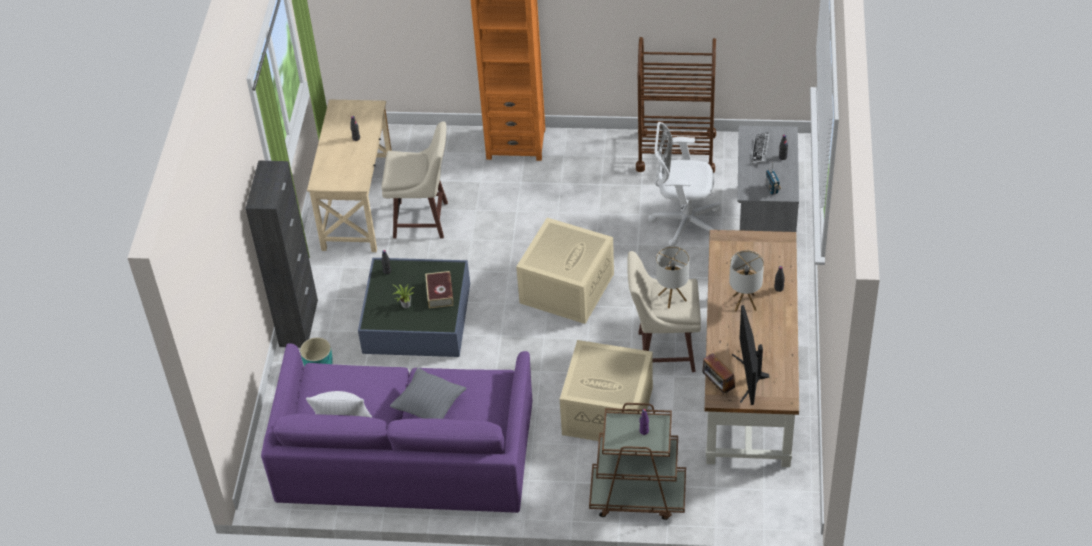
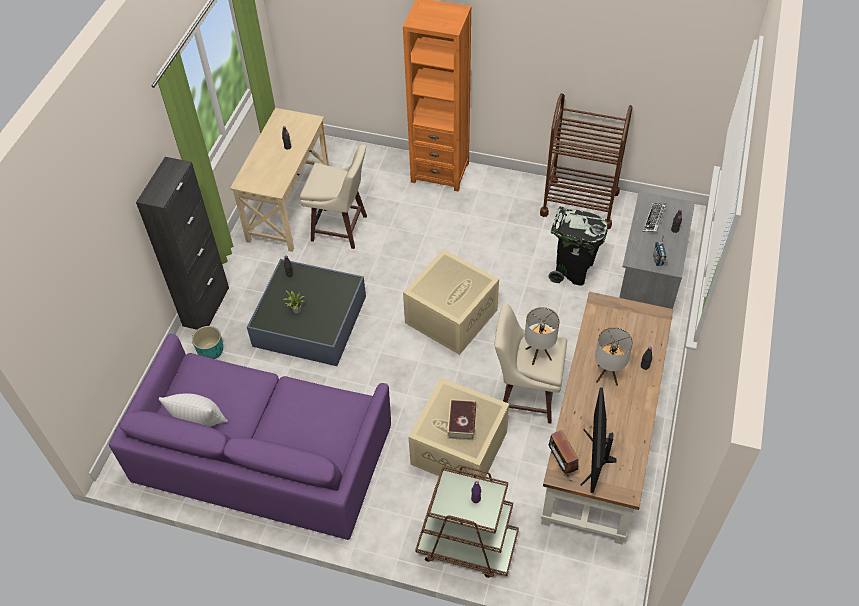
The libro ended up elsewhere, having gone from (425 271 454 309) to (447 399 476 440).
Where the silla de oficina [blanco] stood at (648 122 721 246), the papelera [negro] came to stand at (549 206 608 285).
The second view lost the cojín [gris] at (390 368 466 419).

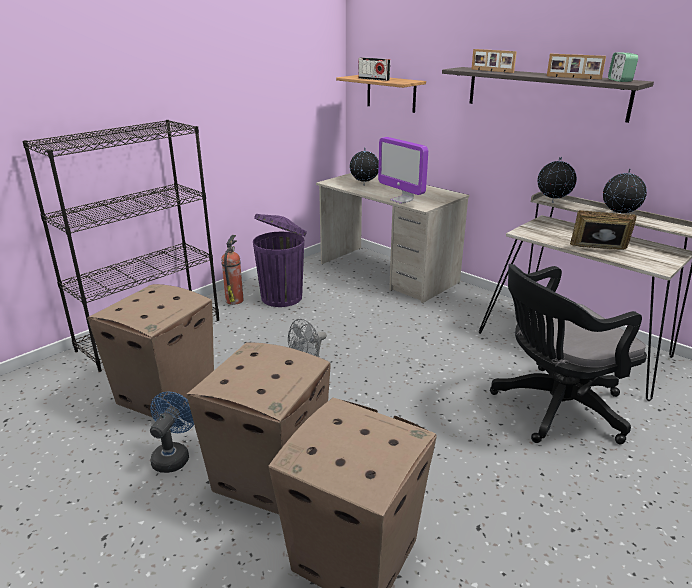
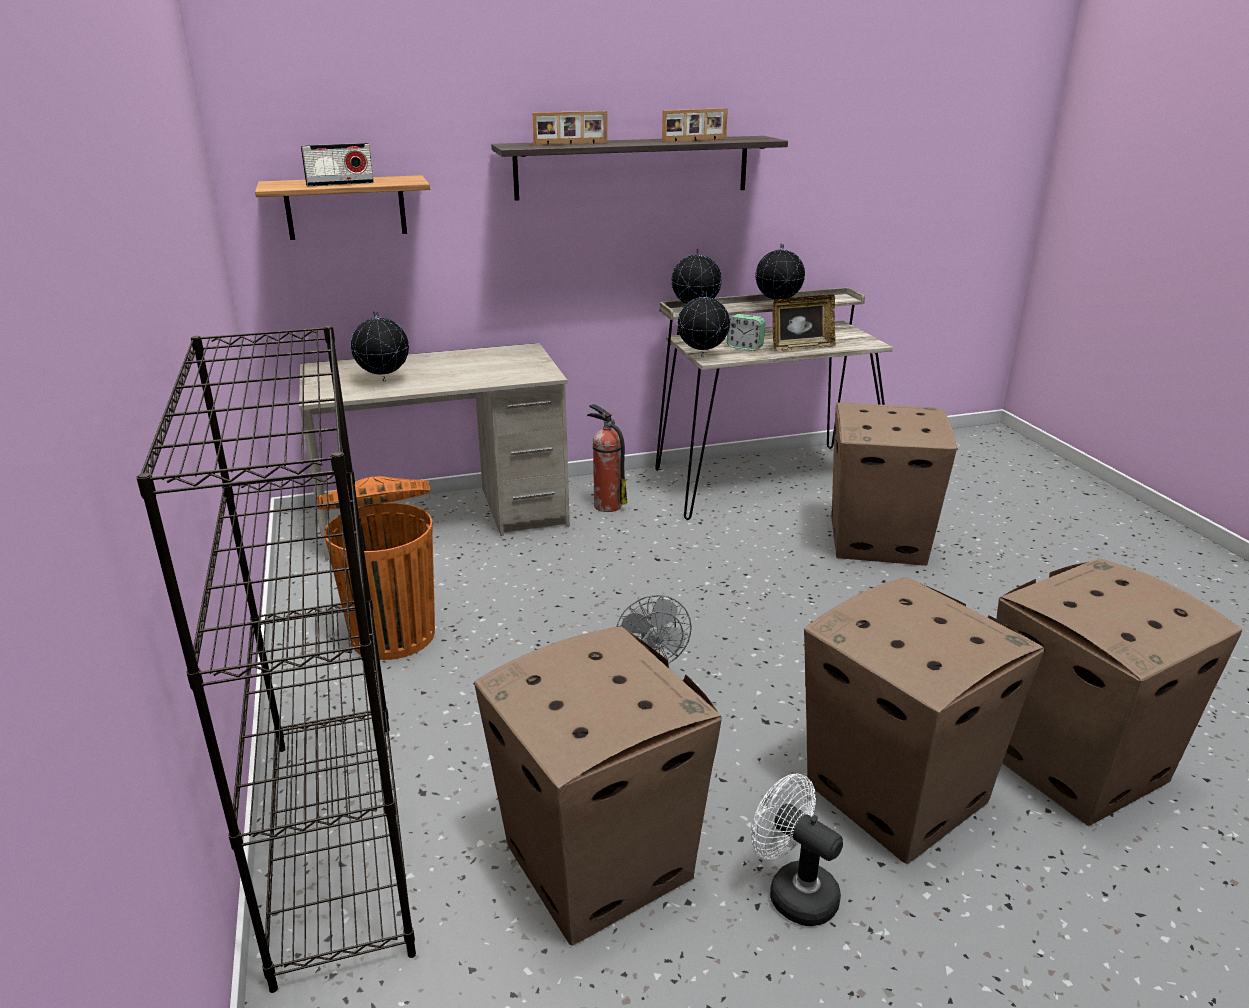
What was the papelera [morado] at (253 214 307 307) turned into the papelera [naranja] at (317 476 435 660).
The extintor ended up elsewhere, having gone from (221 235 244 305) to (587 404 627 512).
The second view gained the globo terráqueo at (677 291 730 357).
The despertador ended up elsewhere, having gone from (608 52 638 82) to (727 314 765 351).
What was the ventilador [azul] at (150 392 194 473) turned into the ventilador [blanco] at (751 773 843 926).
The portarretratos at (570 210 637 250) ended up facing another way, 150 degrees counterclockwise from before.
Where the silla de oficina [negro] stood at (490 264 647 444), the caja de cartón came to stand at (831 403 957 566).
The second view lost the monitor at (378 137 428 204).

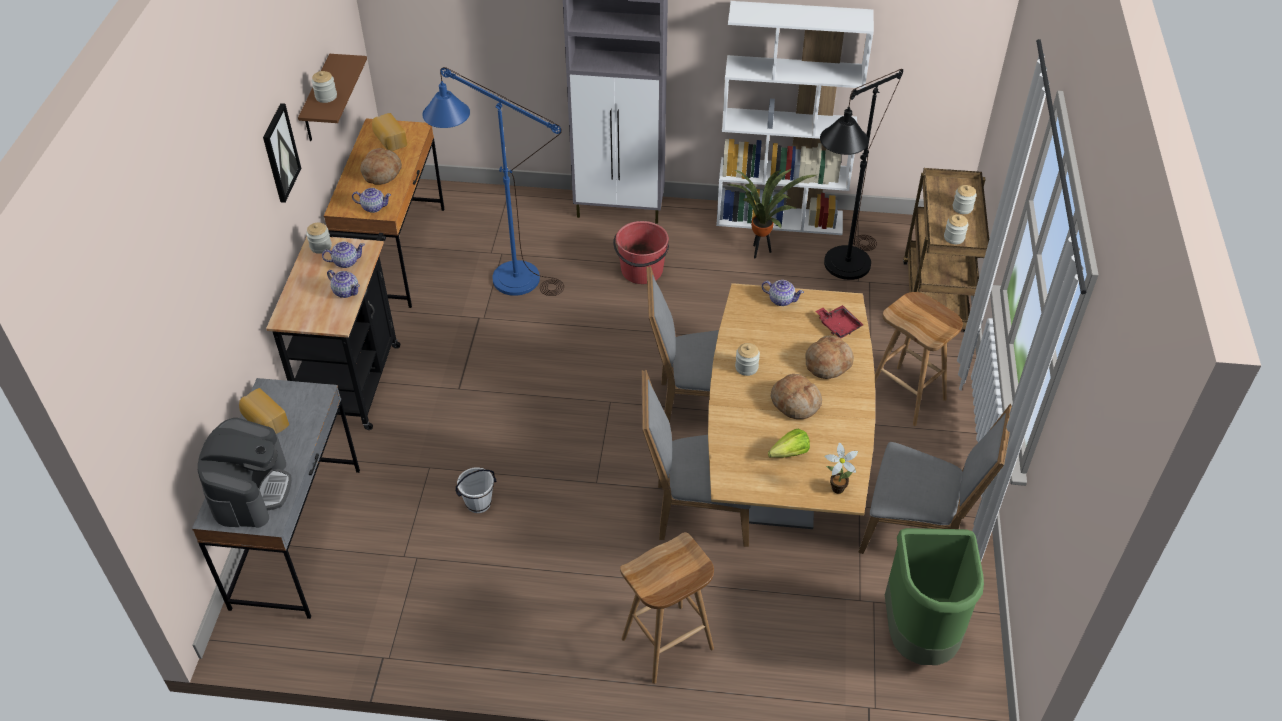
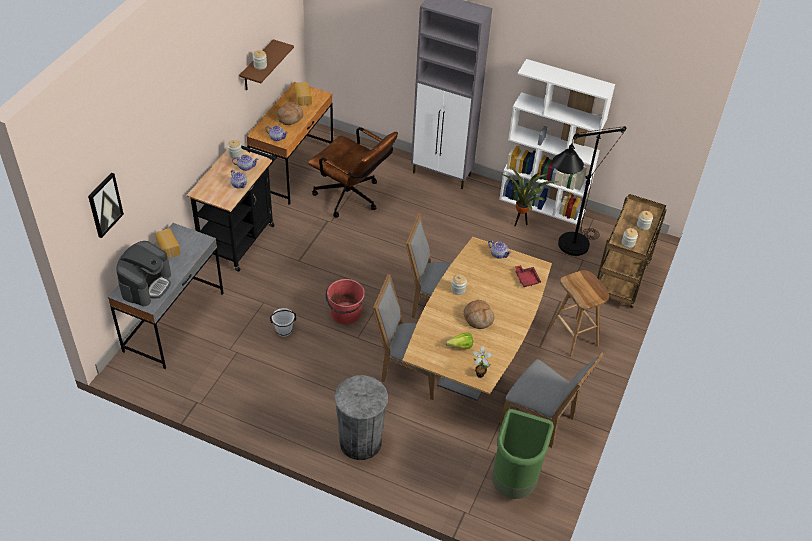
The cuadro ended up elsewhere, having gone from (263 103 301 203) to (88 172 124 238).
Where the lámpara de pie [azul] stood at (422 67 564 296), the silla de oficina [marrón] came to stand at (308 127 398 218).
The cubo [rojo] ended up elsewhere, having gone from (613 221 669 284) to (326 279 365 324).
Where the taburete [marrón] stood at (620 532 714 684), the papelera [gris] came to stand at (334 375 388 460).
The second view lost the pan at (805 335 854 379).

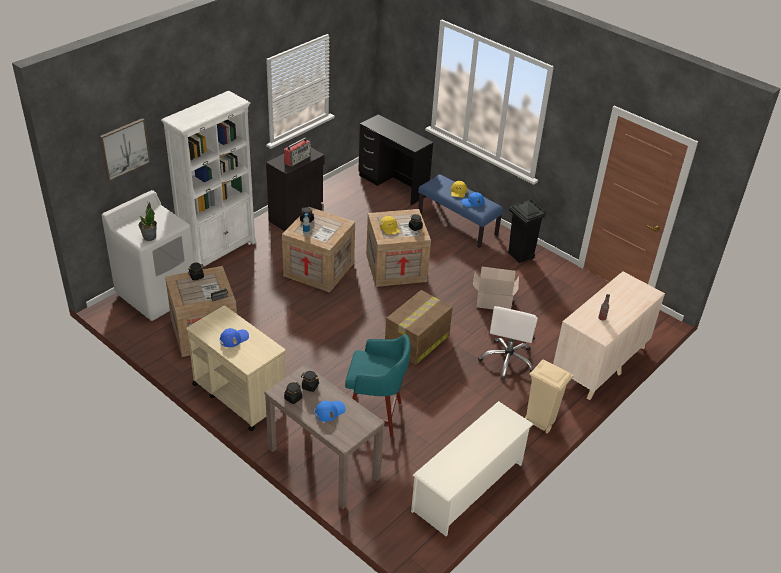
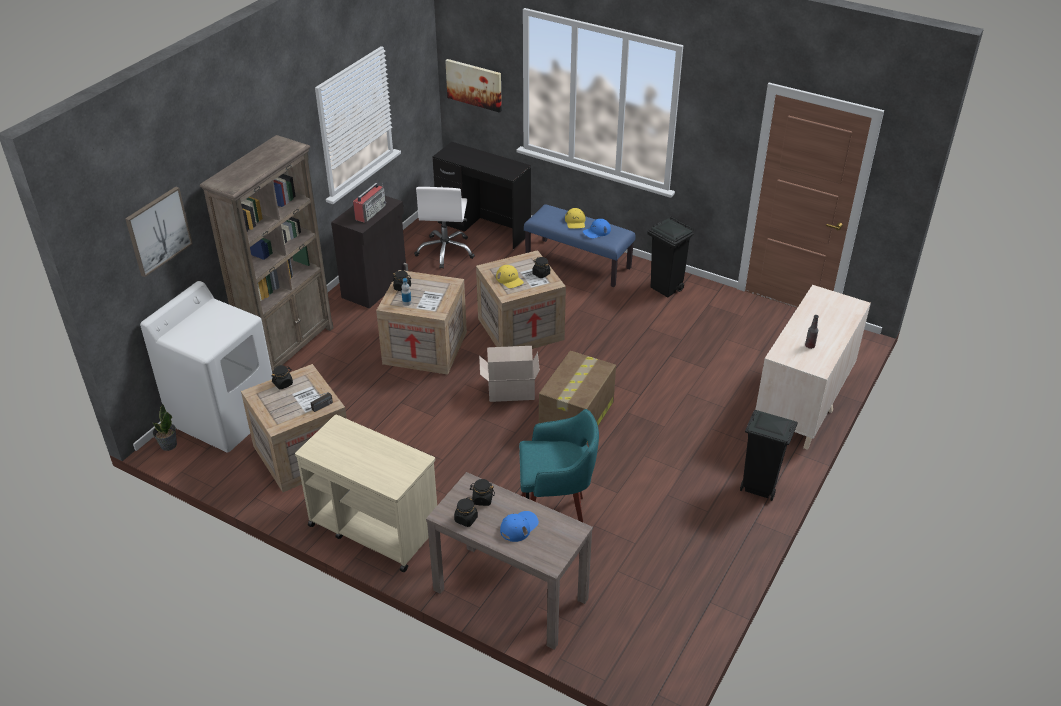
The planta en maceta ended up elsewhere, having gone from (138 202 157 241) to (153 403 177 451).
What was the estantería [blanco] at (161 91 256 266) turned into the estantería [marrón] at (200 135 333 374).
The silla de oficina [blanco] ended up elsewhere, having gone from (478 306 538 381) to (414 187 475 269).
The second view gained the cuadro at (445 59 502 113).
The caja de cartón ended up elsewhere, having gone from (473 267 519 309) to (479 346 540 402).
What was the papelera [beis] at (525 360 574 433) turned into the papelera [negro] at (740 410 798 501).
The second view lost the gorra [azul] at (220 328 249 347).
The second view lost the zapatero [blanco] at (411 401 534 536).

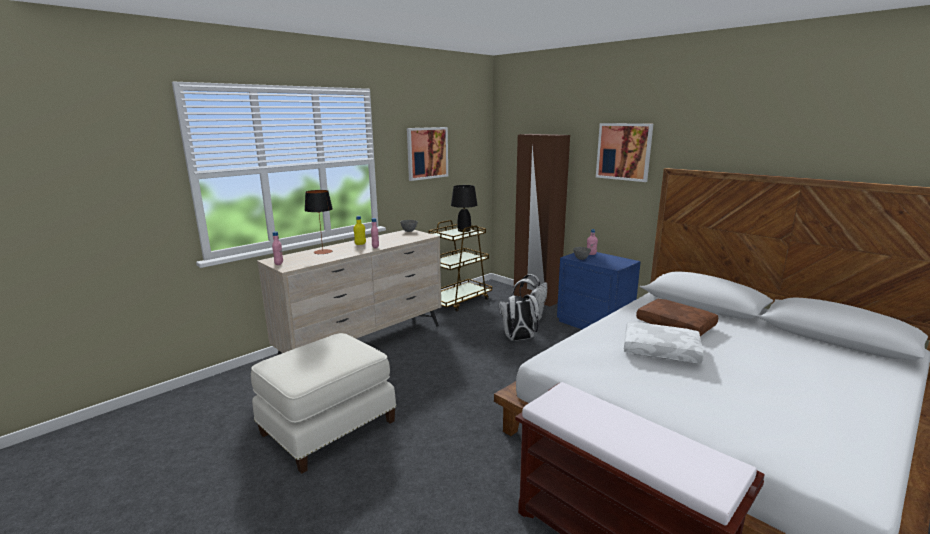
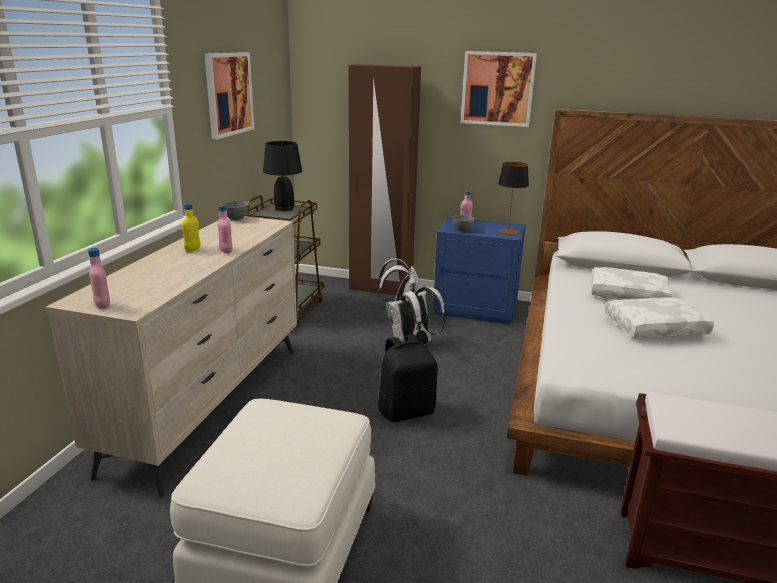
The second view gained the mochila [negro] at (378 334 438 422).
The lámpara de mesa ended up elsewhere, having gone from (304 190 333 254) to (498 162 529 235).
What was the cojín [marrón] at (636 299 718 336) turned into the cojín [blanco] at (591 267 672 300).

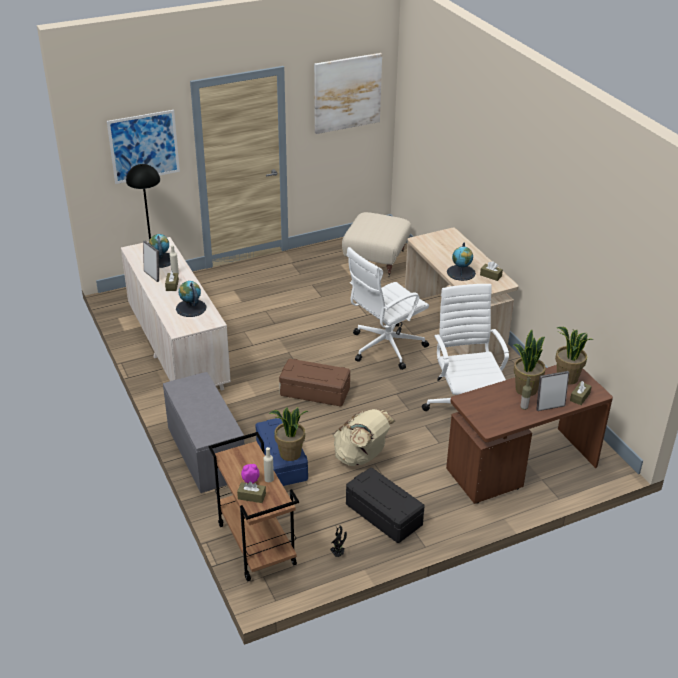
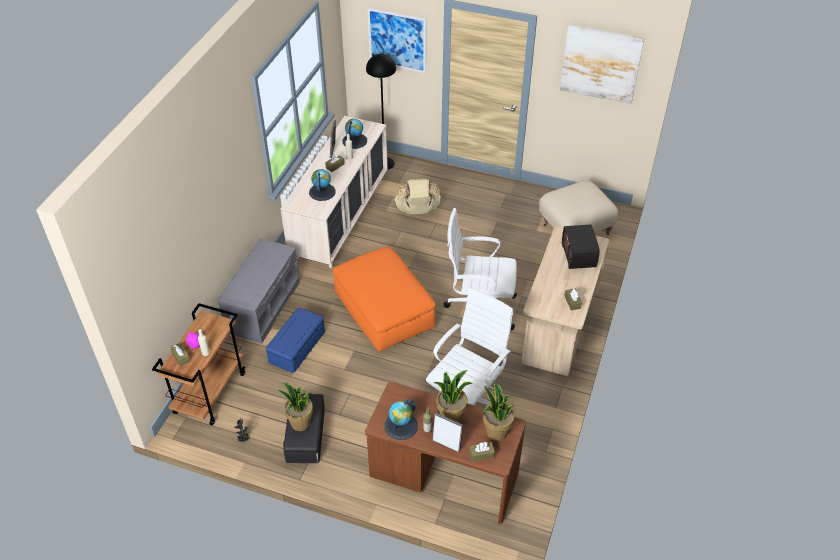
The planta en maceta ended up elsewhere, having gone from (269 407 308 461) to (278 383 313 431).
Where the caja de almacenaje [marrón] stood at (279 359 350 407), the puf [naranja] came to stand at (333 247 436 351).
The globo terráqueo ended up elsewhere, having gone from (447 243 476 281) to (385 400 418 440).
The mochila [beis] ended up elsewhere, having gone from (333 409 395 466) to (395 178 441 215).
The second view gained the radio at (562 225 600 269).

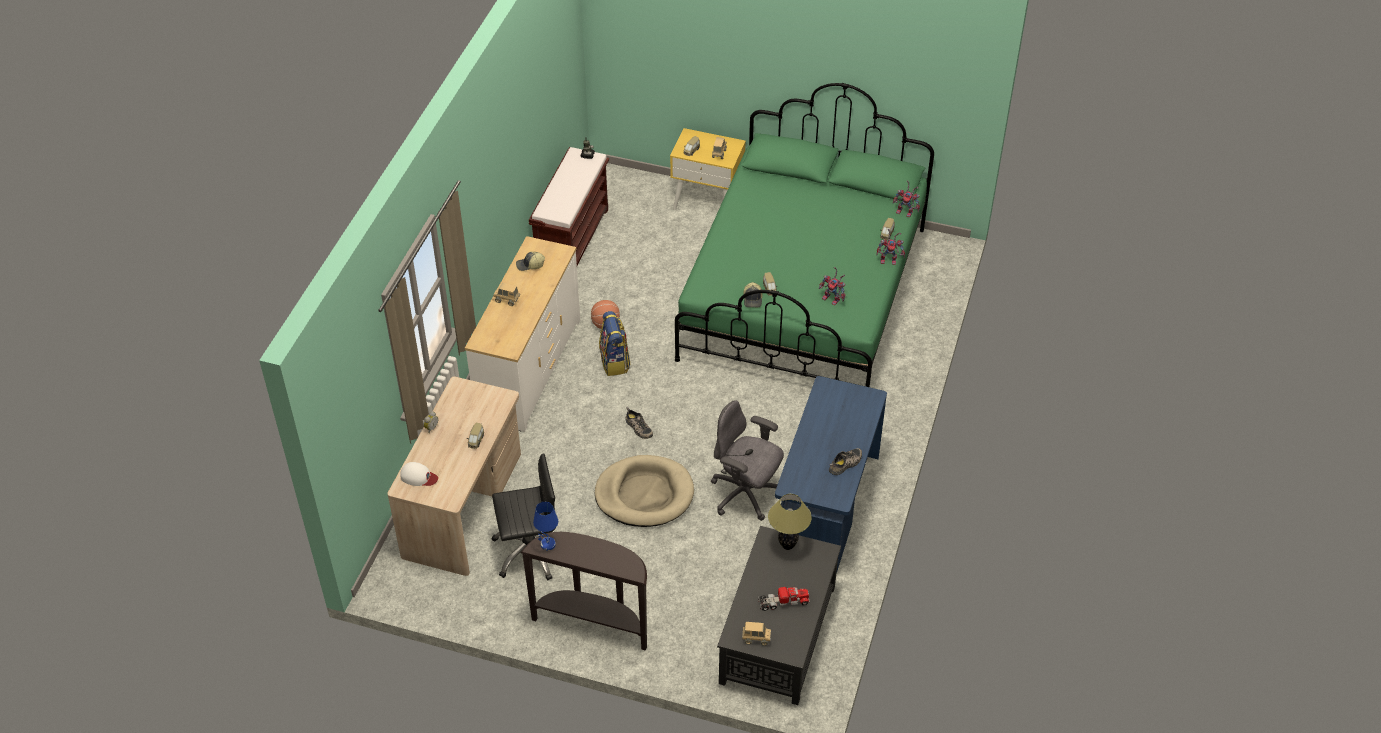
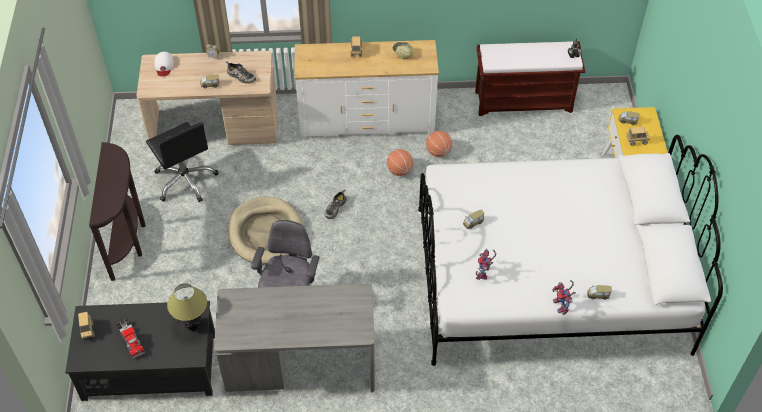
What was the escritorio [azul] at (775 376 887 573) turned into the escritorio [gris] at (214 283 375 392).
The zapato ended up elsewhere, having gone from (829 448 862 475) to (226 61 256 84).
Where the mochila stood at (599 311 630 376), the balón de baloncesto came to stand at (387 149 413 176).
What was the cama [verde] at (675 83 934 387) turned into the cama [blanco] at (418 135 723 366).
The second view lost the lámpara de mesa [azul] at (533 502 558 550).
The second view lost the gorra at (743 282 763 307).
The second view lost the robot de juguete at (893 181 920 217).

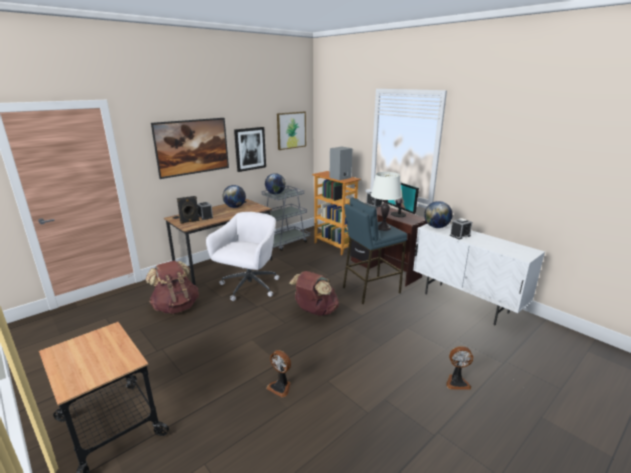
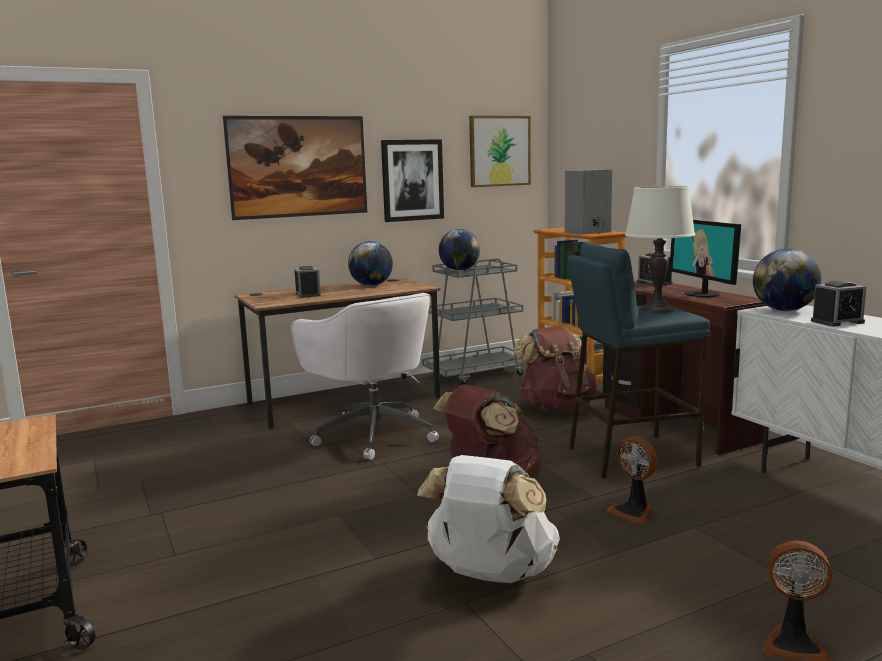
The silla de oficina [blanco] at (206 212 279 301) ended up facing another way, 105 degrees clockwise from before.
The second view gained the mochila [blanco] at (417 455 560 583).
The mochila [marrón] ended up elsewhere, having gone from (146 260 199 314) to (514 326 597 411).
The ventilador ended up elsewhere, having gone from (267 350 291 398) to (607 437 658 524).
The second view lost the altavoz [negro] at (177 196 199 224).

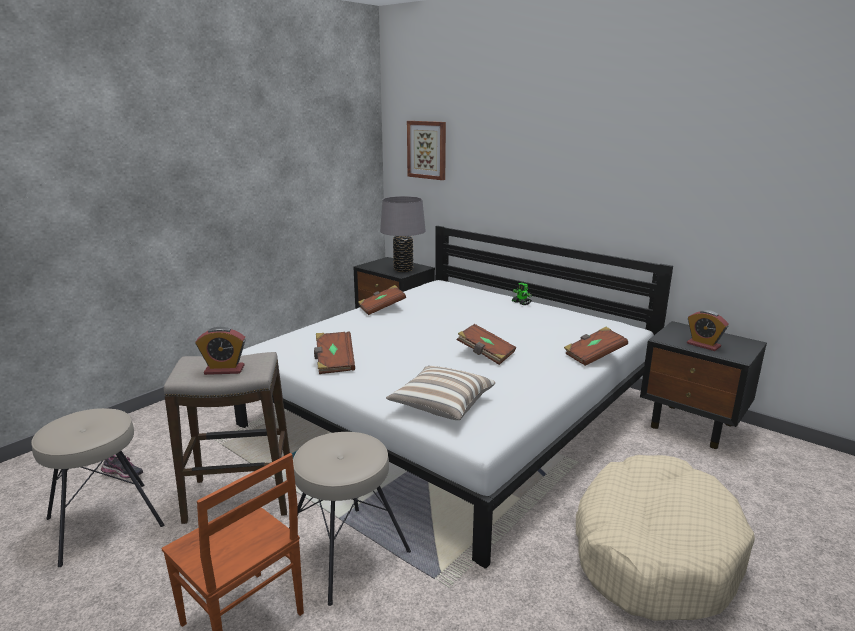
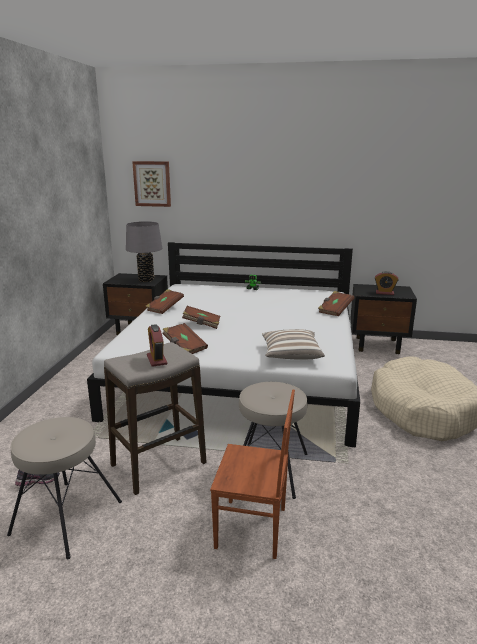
The despertador at (196 327 246 375) ended up facing another way, 105 degrees clockwise from before.
The libro [marrón] ended up elsewhere, having gone from (457 324 516 365) to (182 306 220 329).

